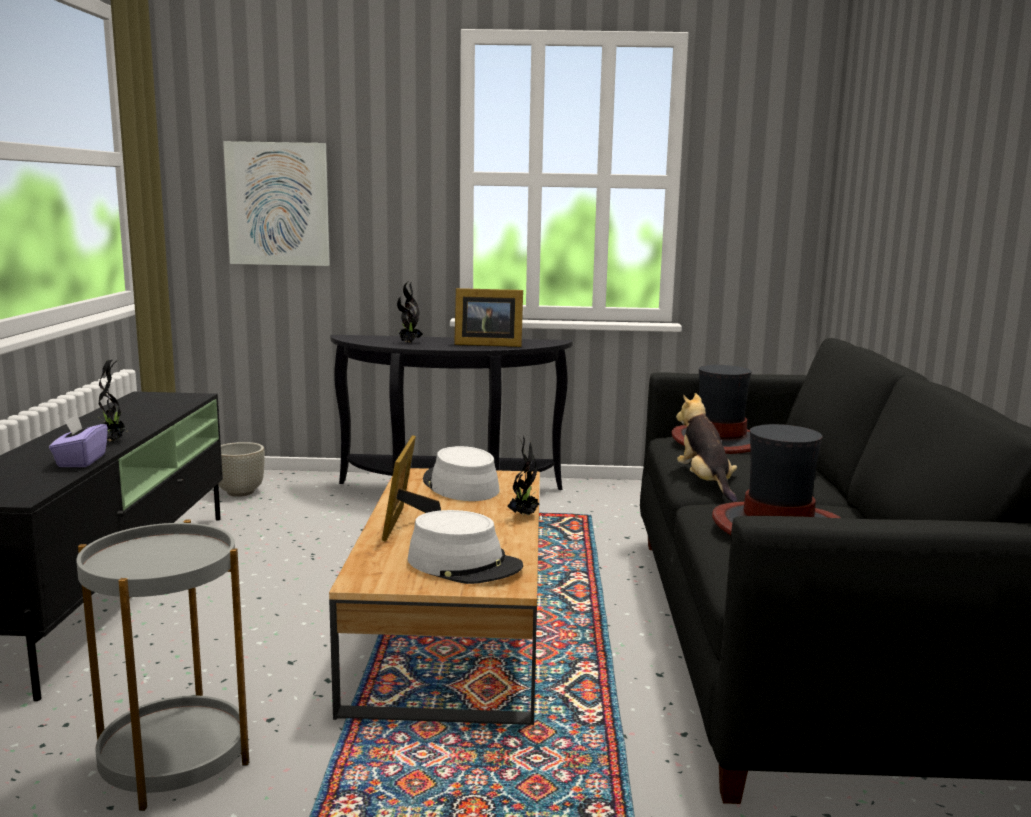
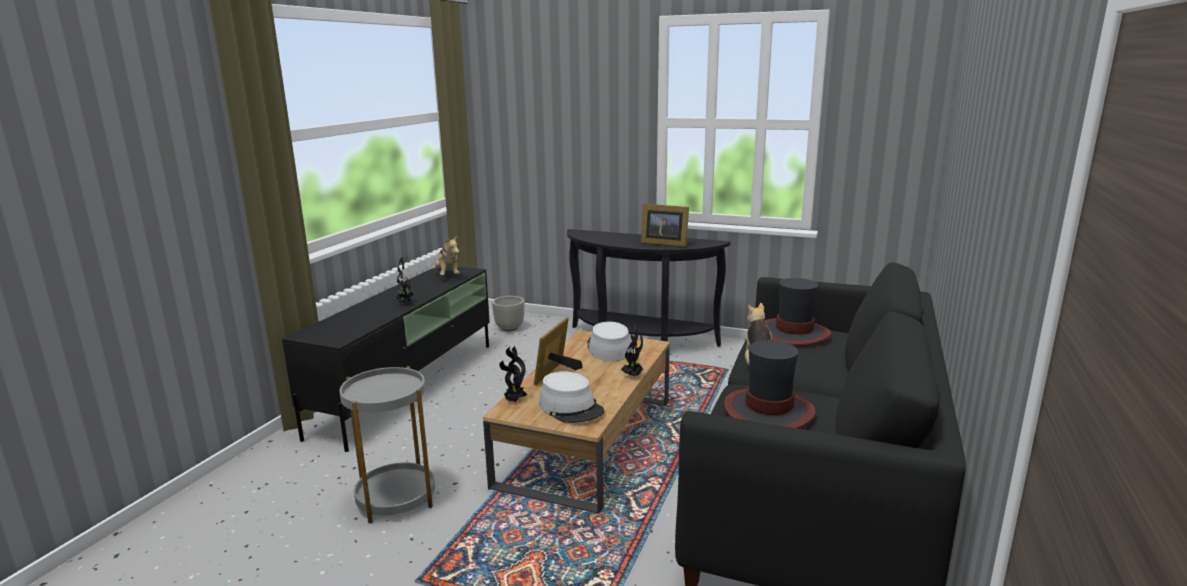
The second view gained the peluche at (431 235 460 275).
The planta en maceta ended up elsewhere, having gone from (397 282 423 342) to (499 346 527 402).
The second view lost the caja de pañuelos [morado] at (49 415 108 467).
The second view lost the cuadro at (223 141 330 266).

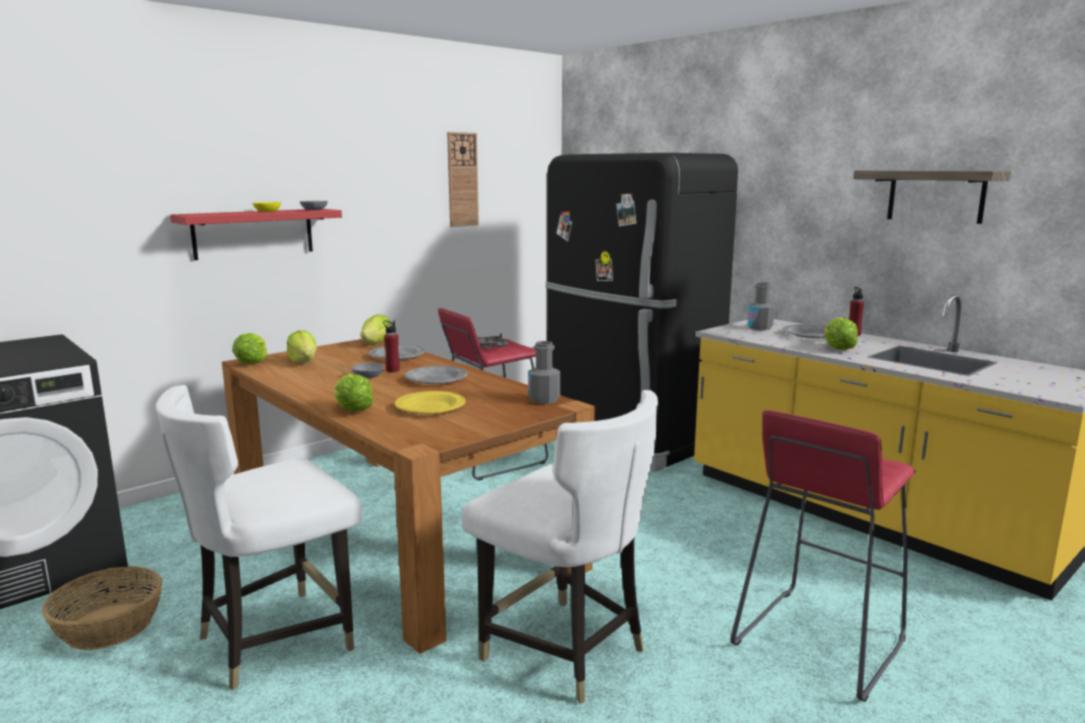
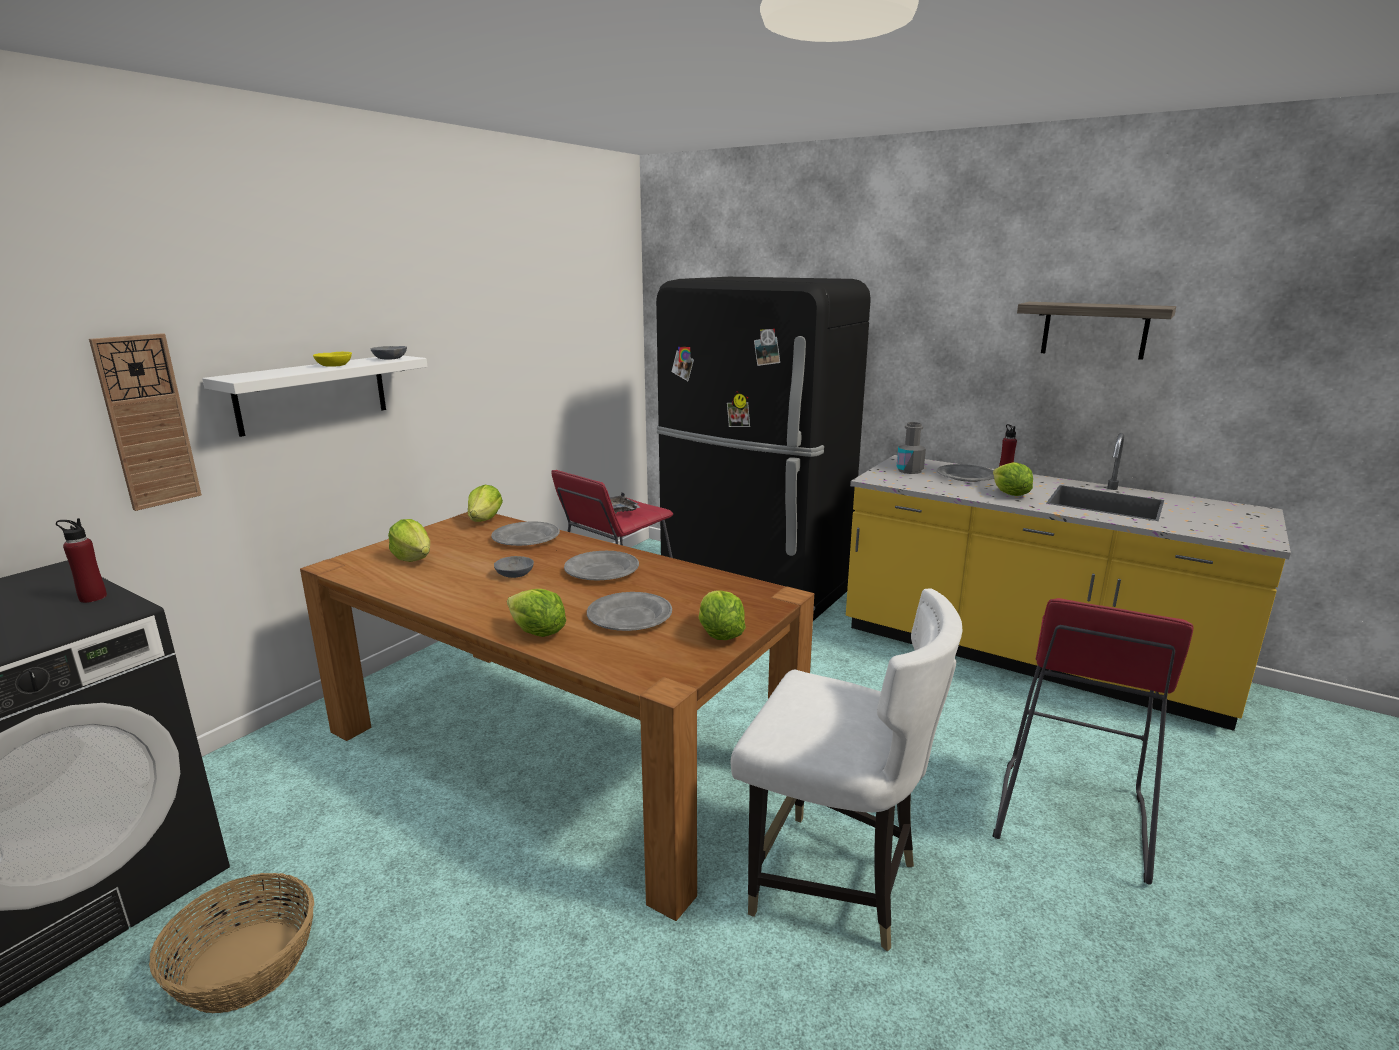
The botella [rojo] ended up elsewhere, having gone from (383 321 400 372) to (56 518 107 603).
The reloj de pared ended up elsewhere, having gone from (447 132 479 227) to (89 333 202 511).
What was the estante [rojo] at (170 209 342 260) turned into the estante [blanco] at (202 356 427 437).
What was the plato [amarillo] at (395 391 465 414) turned into the plato [gris] at (587 592 672 631).
The lechuga ended up elsewhere, having gone from (232 333 267 364) to (699 590 746 640).
The second view lost the silla [blanco] at (155 385 362 690).
The second view lost the botella [gris] at (528 341 561 404).

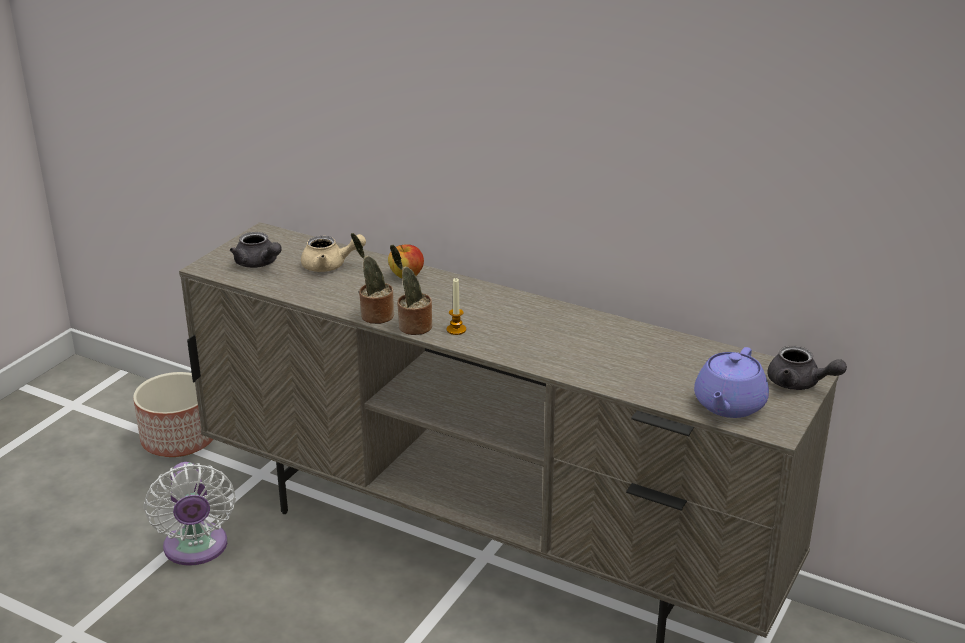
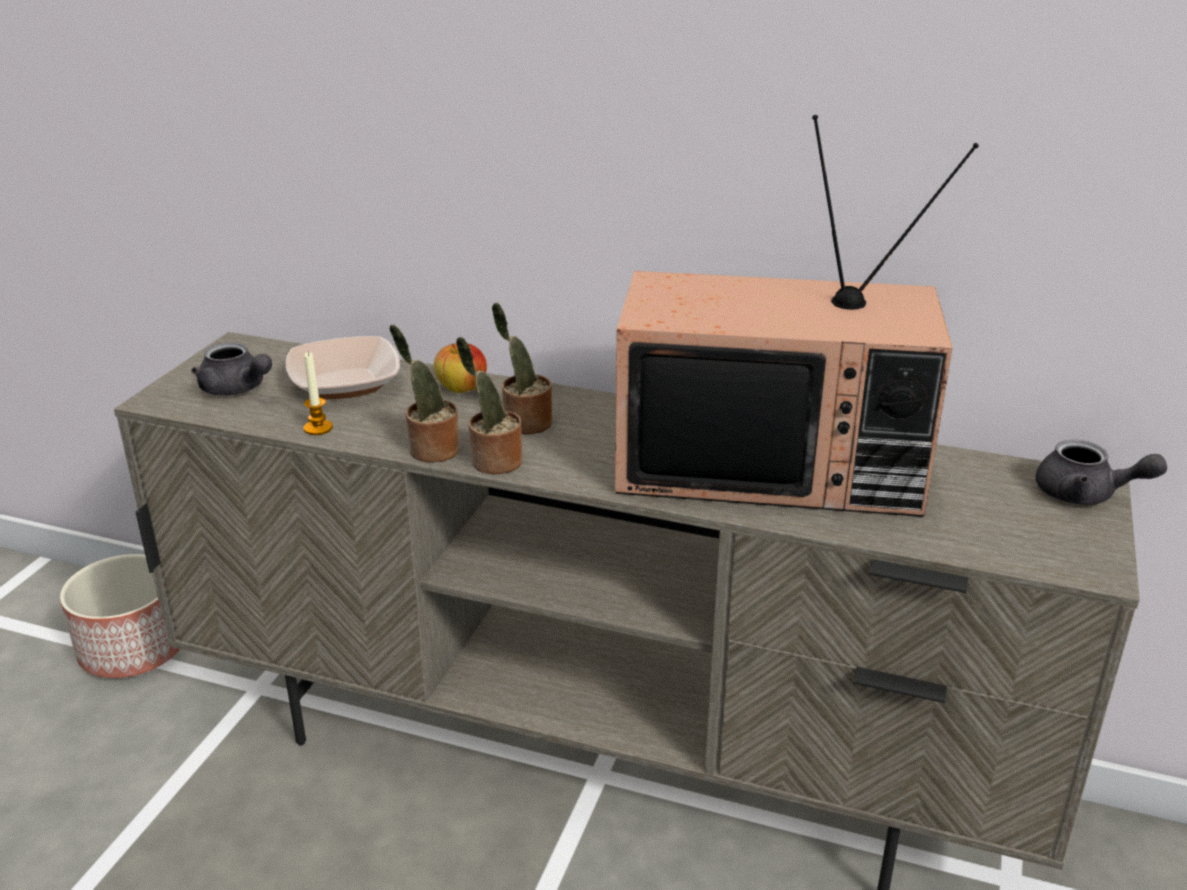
Where the tetera [beis] stood at (301 234 366 272), the cuenco came to stand at (286 336 400 399).
The vela ended up elsewhere, having gone from (447 278 466 335) to (304 352 333 435).
The second view gained the planta en maceta at (492 303 552 434).
The second view gained the televisor at (615 115 979 517).
The second view lost the ventilador [blanco] at (144 462 236 566).
The second view lost the tetera [morado] at (694 347 769 418).

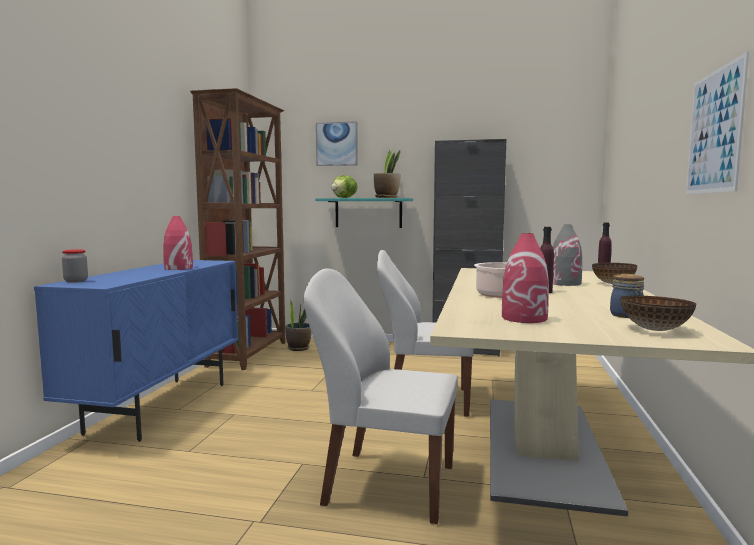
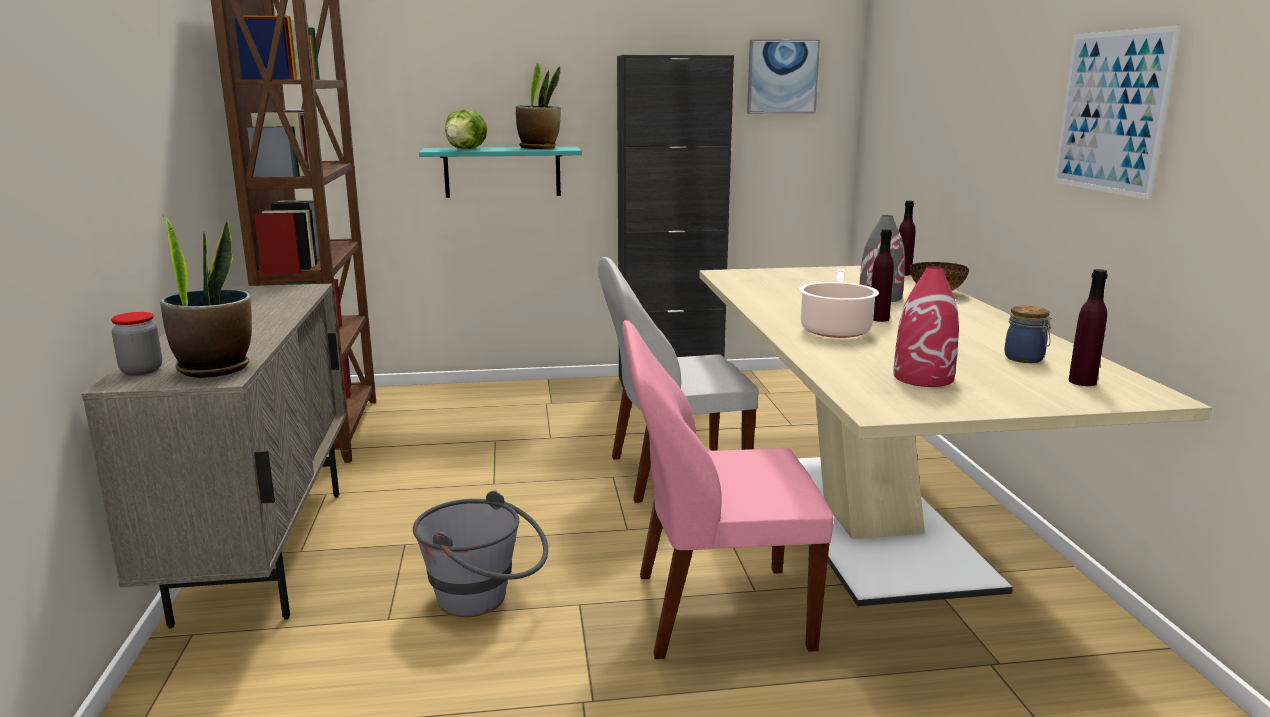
What was the armario [azul] at (34 260 238 442) turned into the armario [beis] at (82 284 346 628).
The planta en maceta ended up elsewhere, having gone from (286 299 312 351) to (160 214 252 378).
The second view gained the cubo [gris] at (413 491 548 617).
What was the silla [blanco] at (303 268 458 524) turned into the silla [rosa] at (623 320 834 659).
The cuadro ended up elsewhere, having gone from (316 121 358 166) to (747 39 820 114).
Where the cuenco stood at (620 296 696 331), the botella [morado] came to stand at (1069 269 1108 386).
The second view lost the florero [rojo] at (163 216 193 270).

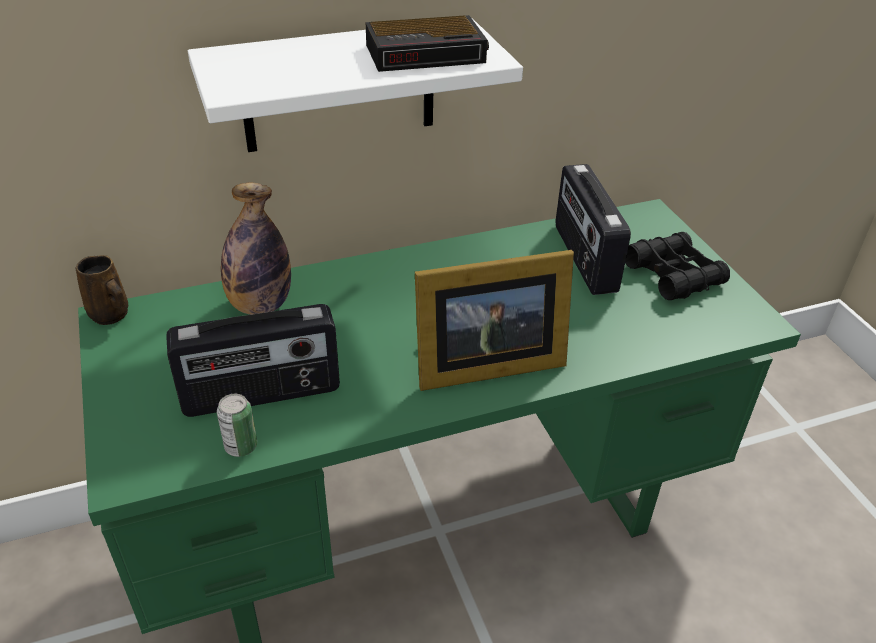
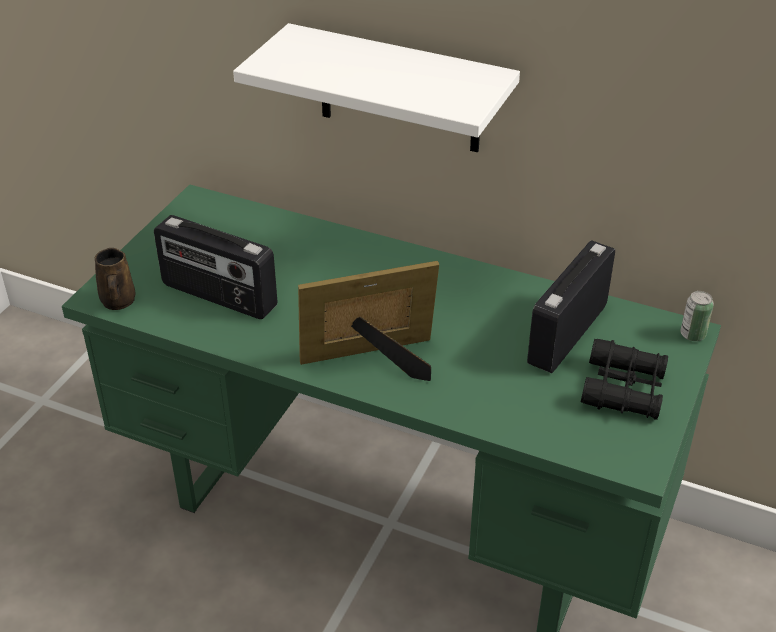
The taza grande [marrón] ended up elsewhere, having gone from (75 255 128 325) to (95 248 136 310).
The portarretratos at (415 250 574 391) ended up facing another way, 135 degrees clockwise from before.
The lata ended up elsewhere, having gone from (217 394 257 457) to (680 291 714 341).
The second view lost the botella at (221 183 291 315).
The second view lost the despertador at (366 15 489 72).

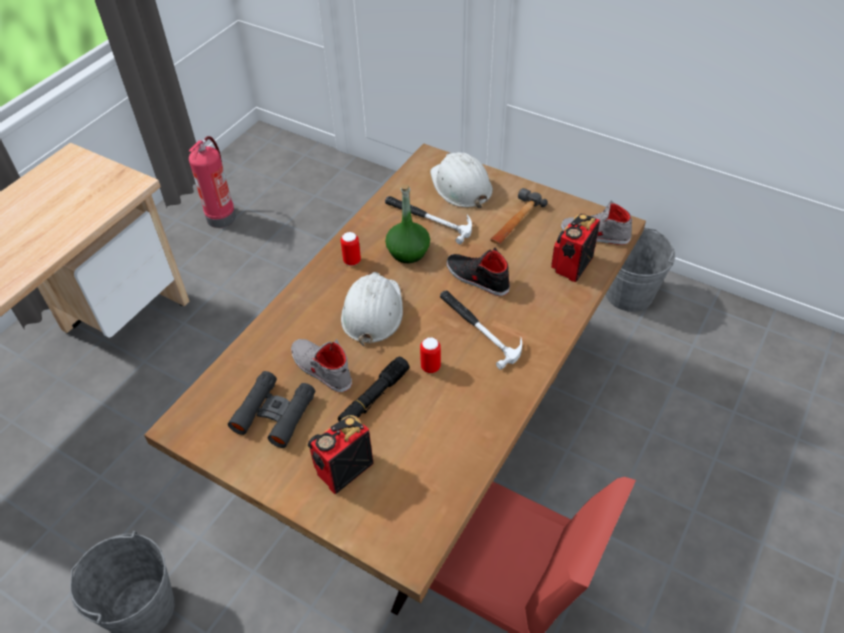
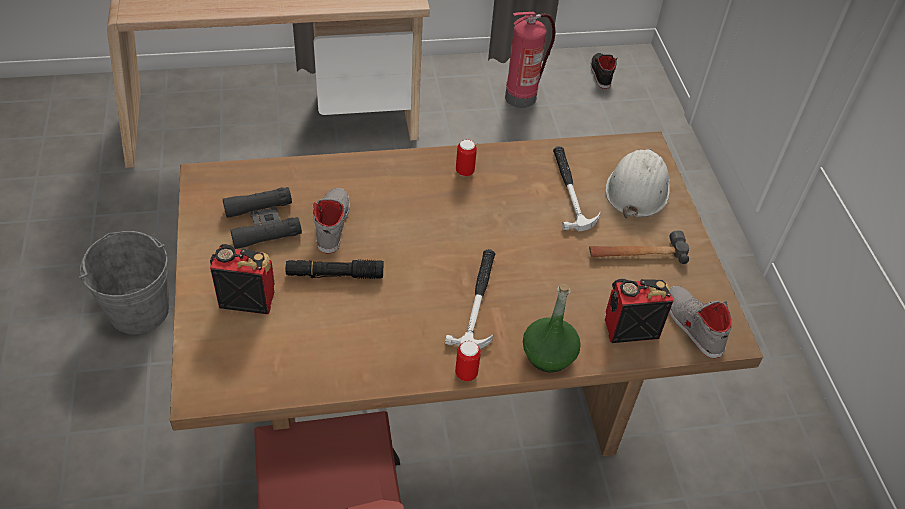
The lata ended up elsewhere, having gone from (420 337 441 373) to (455 341 481 381).
The botella [verde] ended up elsewhere, having gone from (385 184 430 263) to (523 284 581 372).
The zapato [negro] ended up elsewhere, having gone from (446 248 510 296) to (591 53 617 89).
The second view lost the casco [blanco] at (341 272 403 346).
The second view lost the cubo [gris] at (606 227 675 312).

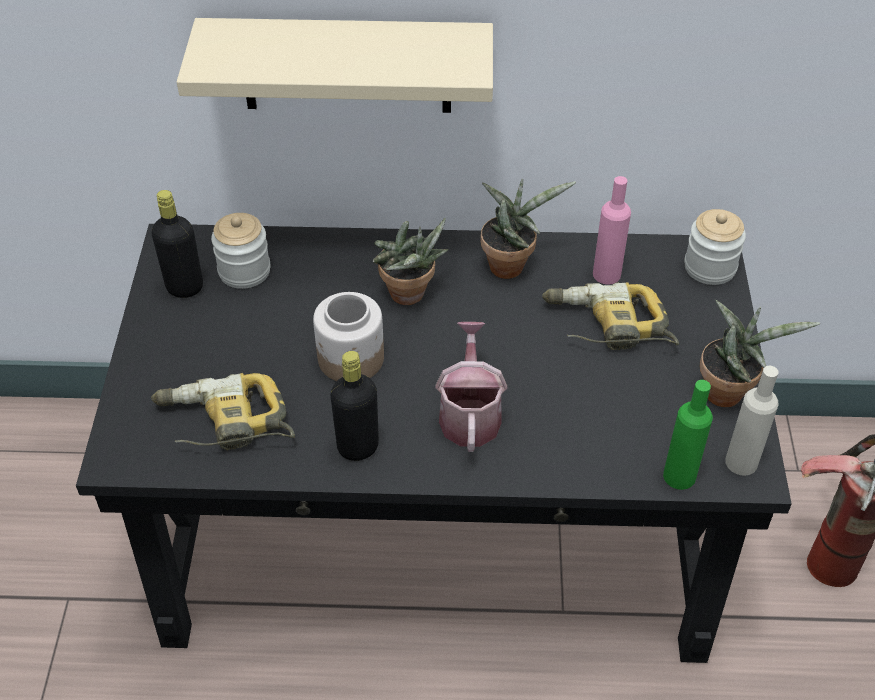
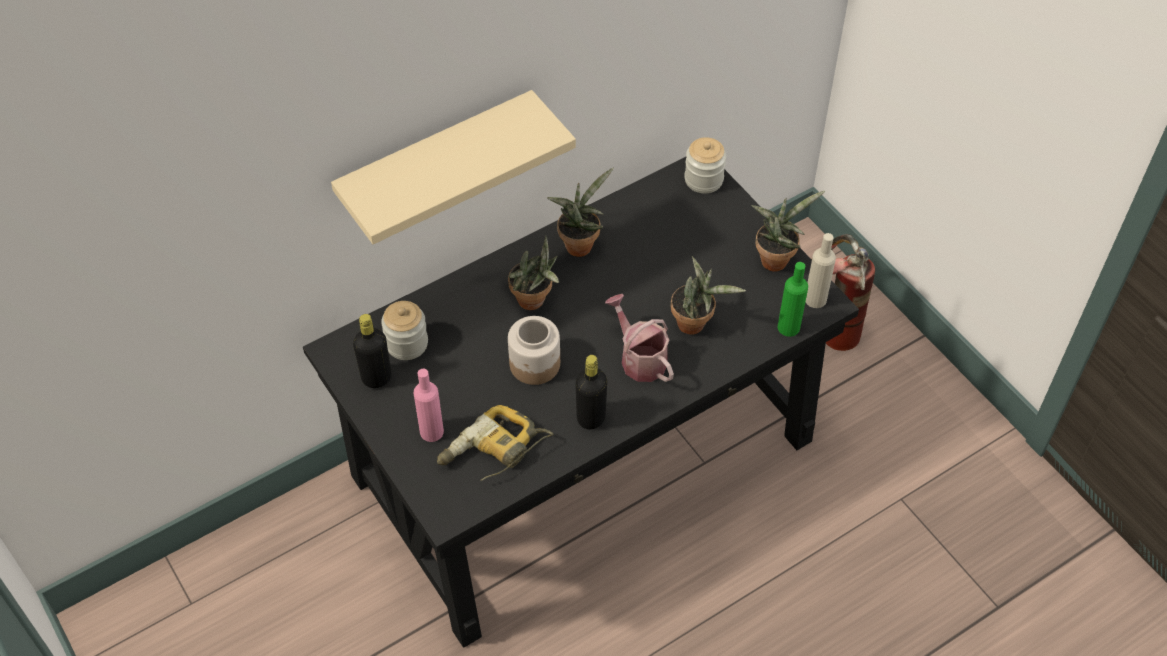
The botella [rosa] ended up elsewhere, having gone from (593 176 631 284) to (414 369 444 442).
The second view gained the planta en maceta at (671 256 746 335).
The second view lost the taladro at (542 282 679 350).

